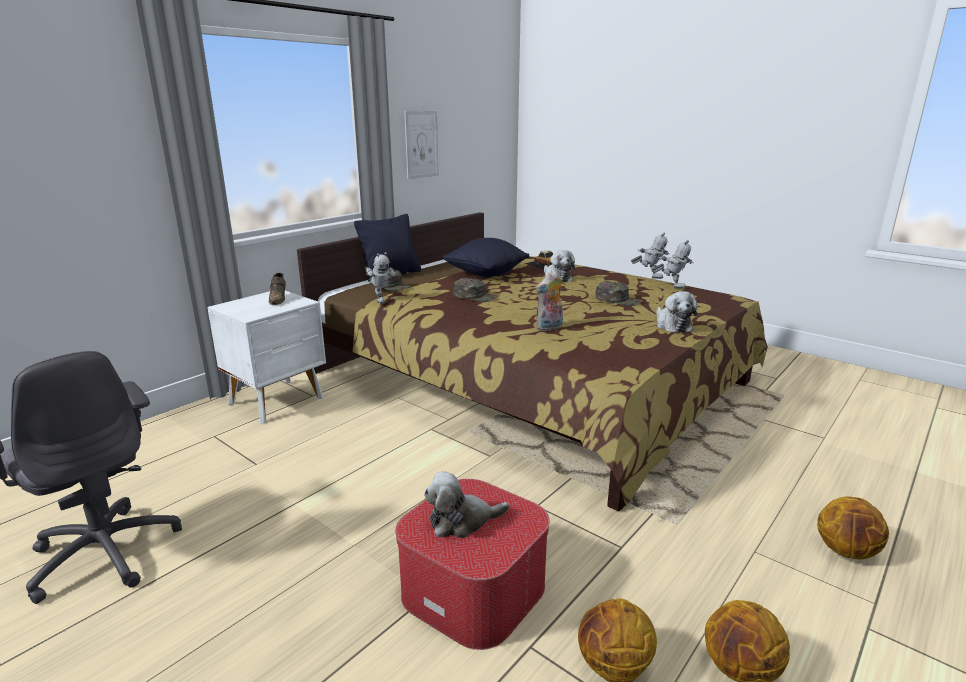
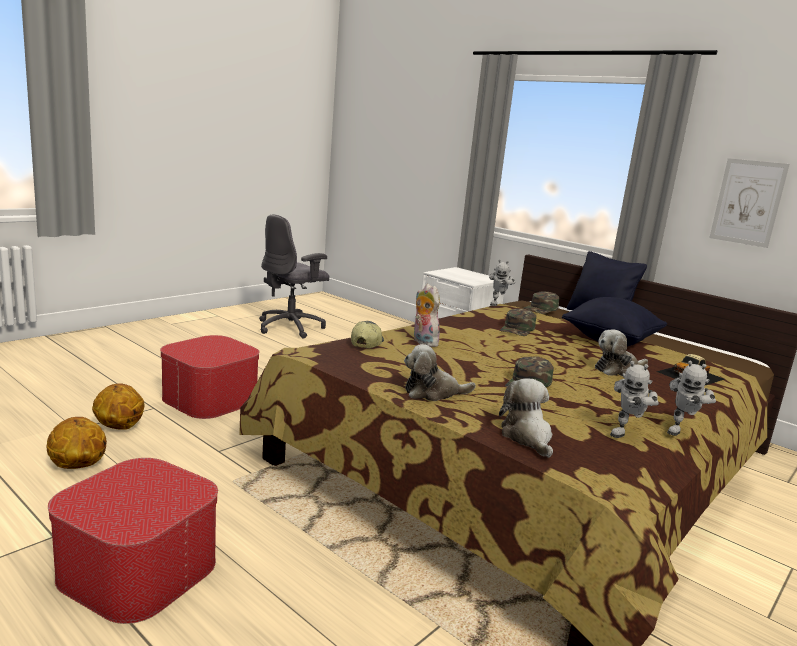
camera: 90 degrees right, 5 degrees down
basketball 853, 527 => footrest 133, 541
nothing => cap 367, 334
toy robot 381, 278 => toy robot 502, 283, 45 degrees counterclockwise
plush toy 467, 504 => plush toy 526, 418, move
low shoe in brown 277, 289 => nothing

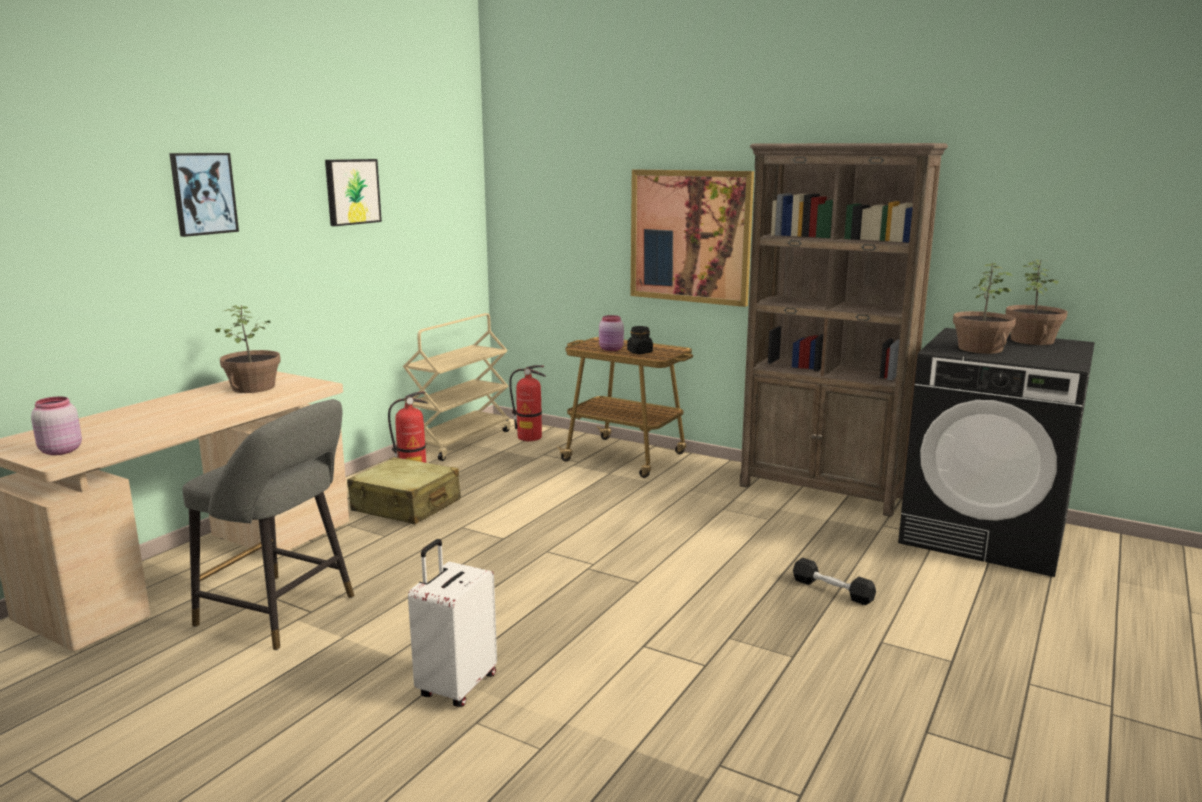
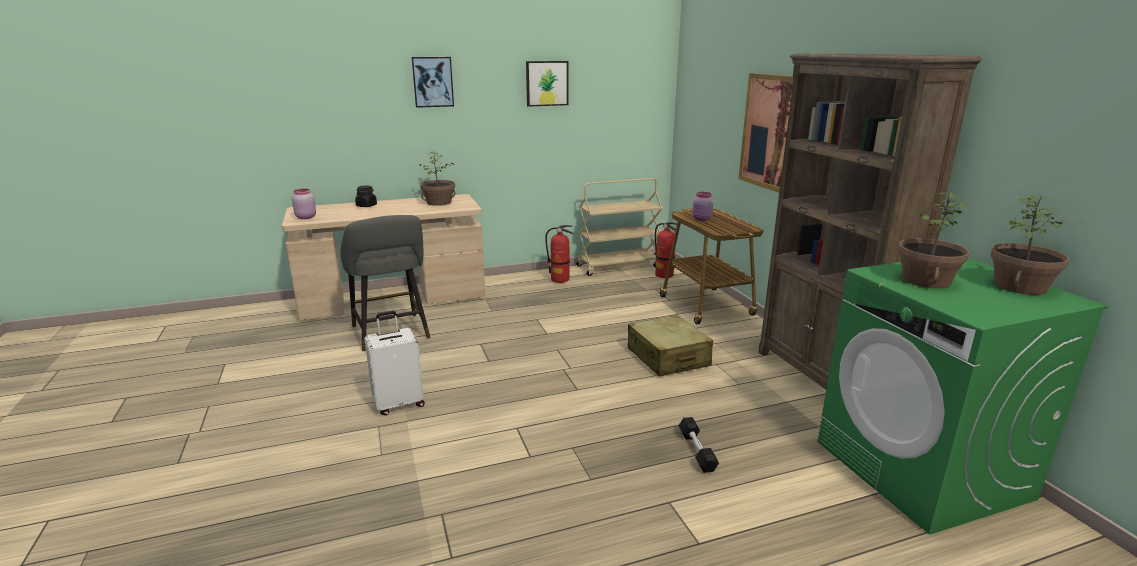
camera: 40 degrees right, 5 degrees up
jar in blackish 640, 340 => jar in blackish 366, 196, move
piece of luggage in beige 404, 490 => piece of luggage in beige 670, 345, move
laundry appliance in blackish 996, 452 => laundry appliance in green 962, 396

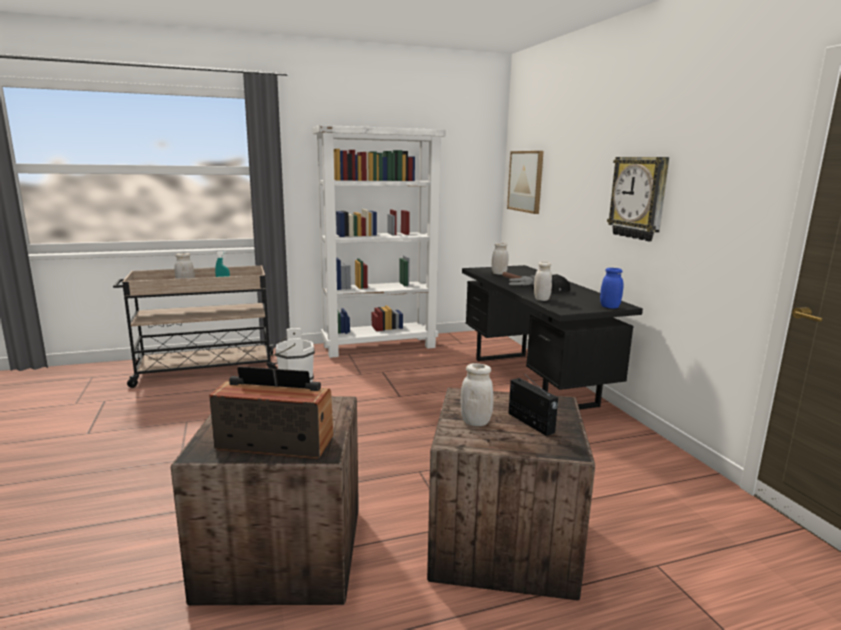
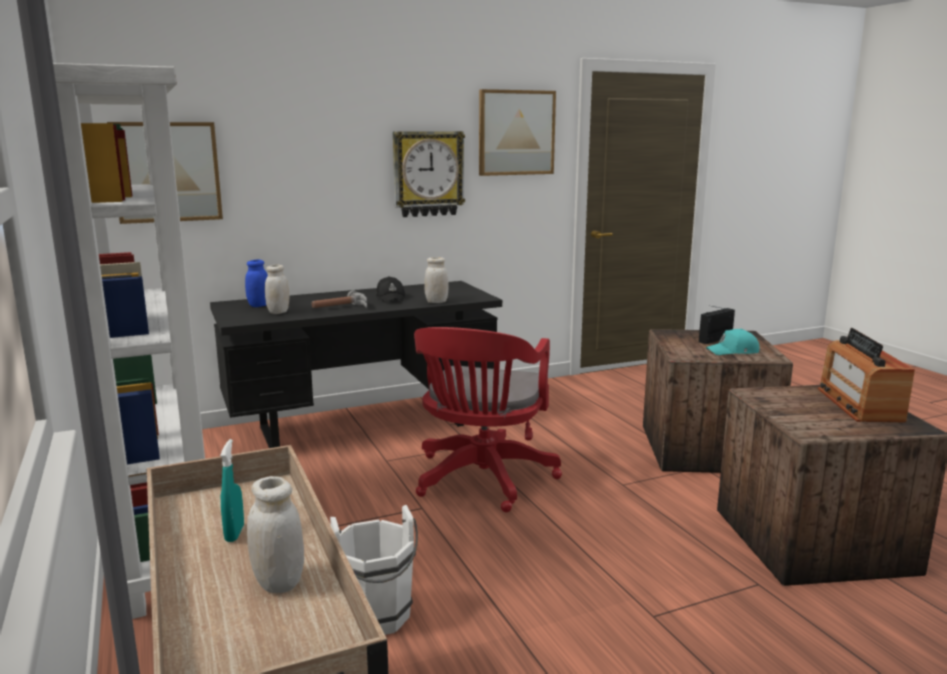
camera: 95 degrees left, 0 degrees up
jar in bluish 612, 288 => jar in bluish 256, 283, move
nothing => office chair in reddish 488, 419
nothing => wall picture 517, 132
jar in white 477, 394 => cap in blue-green 733, 342

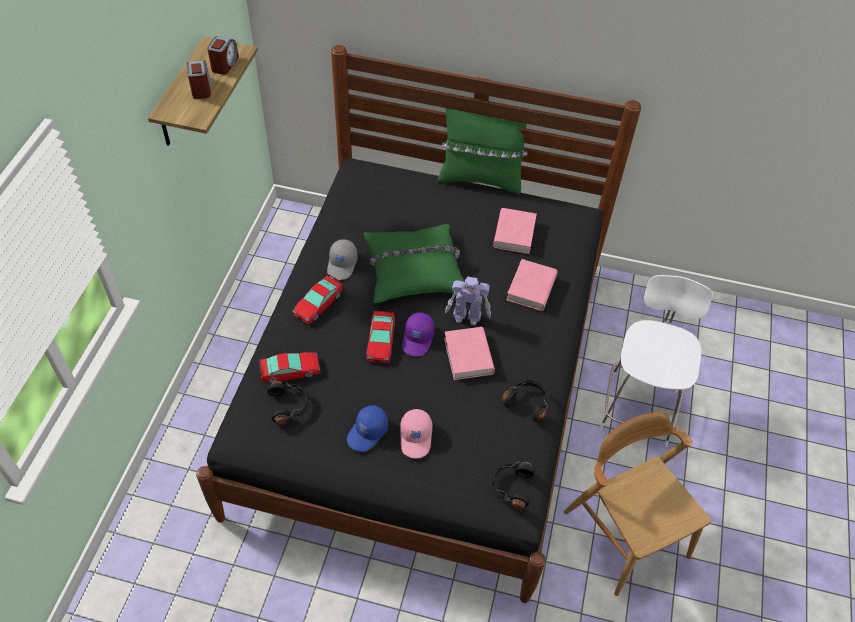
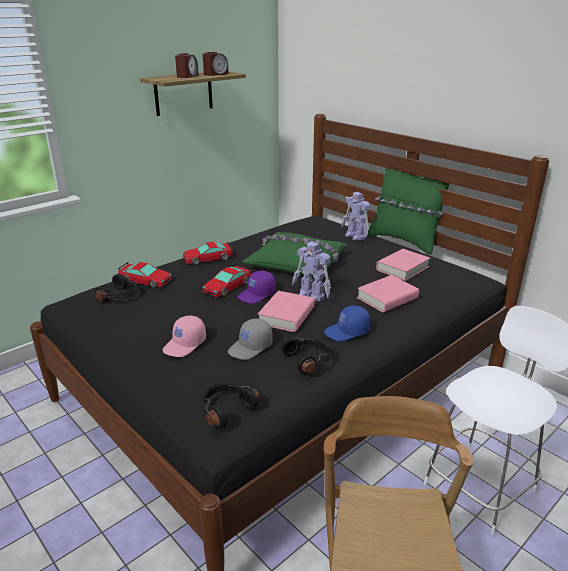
camera: 35 degrees right, 25 degrees down
cap in grey 342, 259 => cap in grey 250, 339, move
cap in bluish 367, 428 => cap in bluish 347, 323, move
nothing => toy robot 355, 216

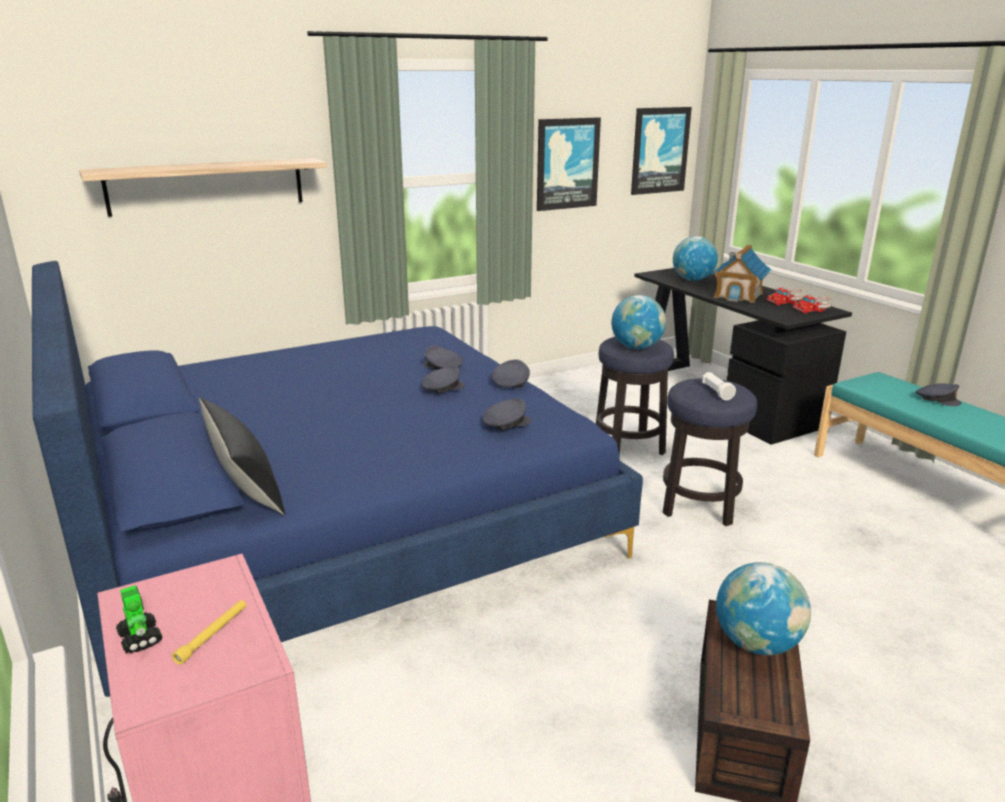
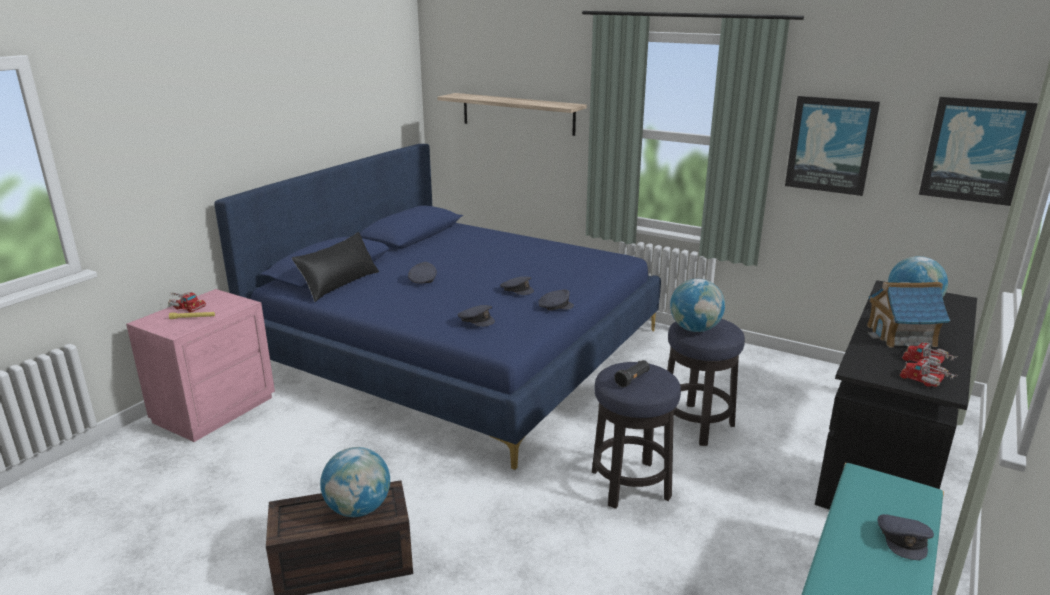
camera: 60 degrees right, 0 degrees up
toy robot 139, 619 => model truck 187, 302
cap in grey 443, 357 => cap in grey 422, 272, move
hand torch in white 719, 386 => hand torch in blackish 632, 374

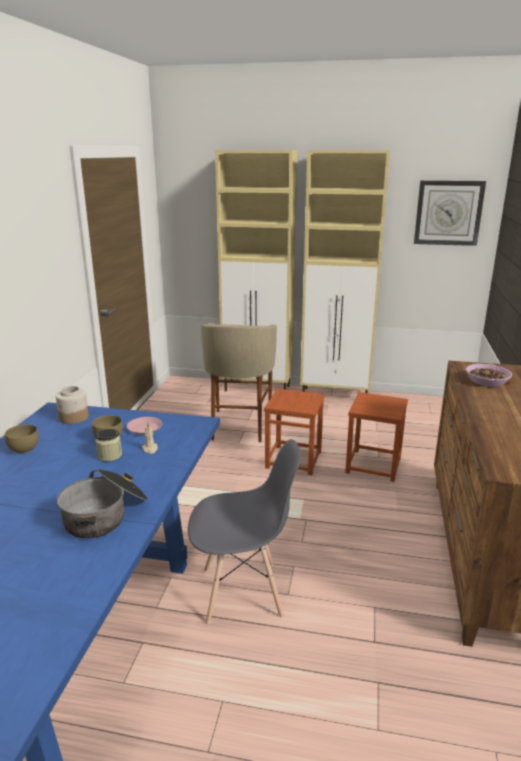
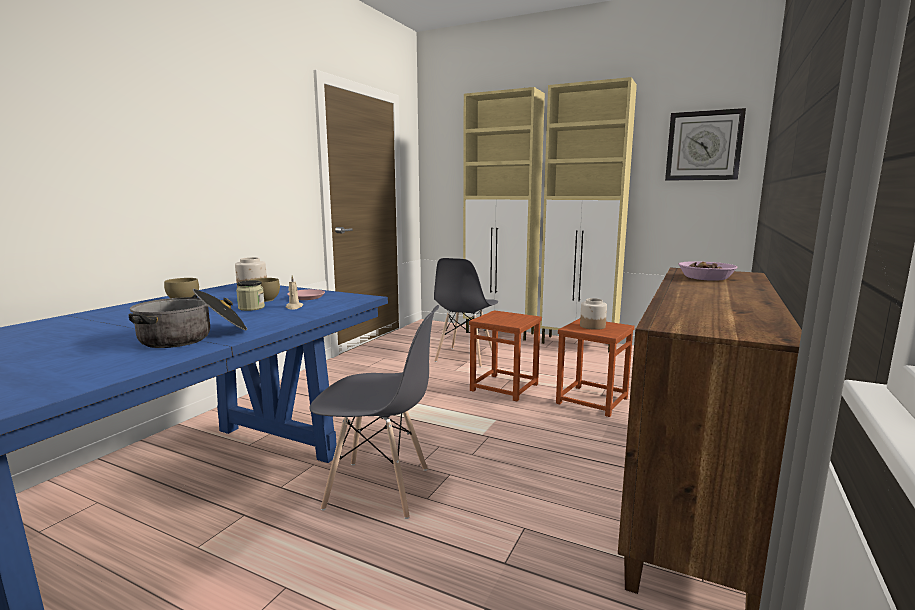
camera: 15 degrees right, 10 degrees down
sitting stool in beige 239, 382 => plain chair in grey 466, 313
nothing => jar 593, 314

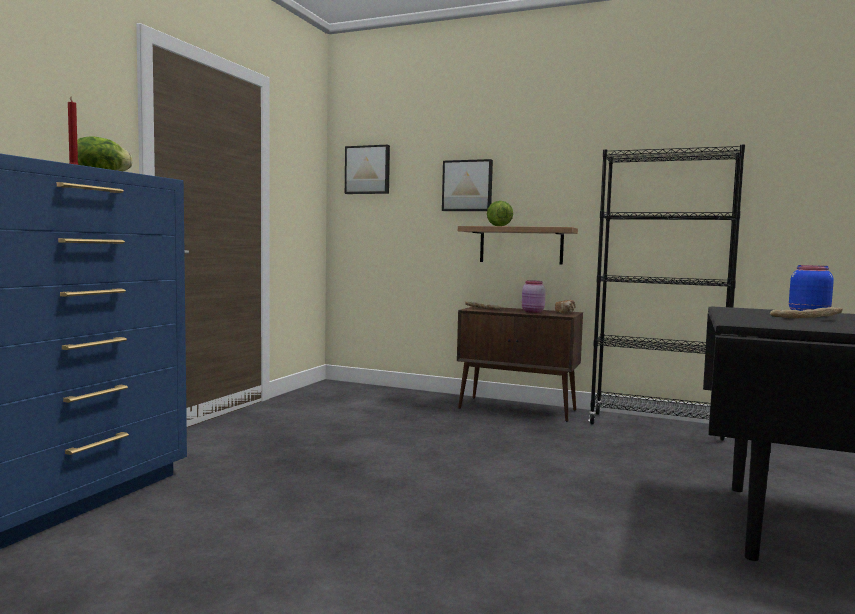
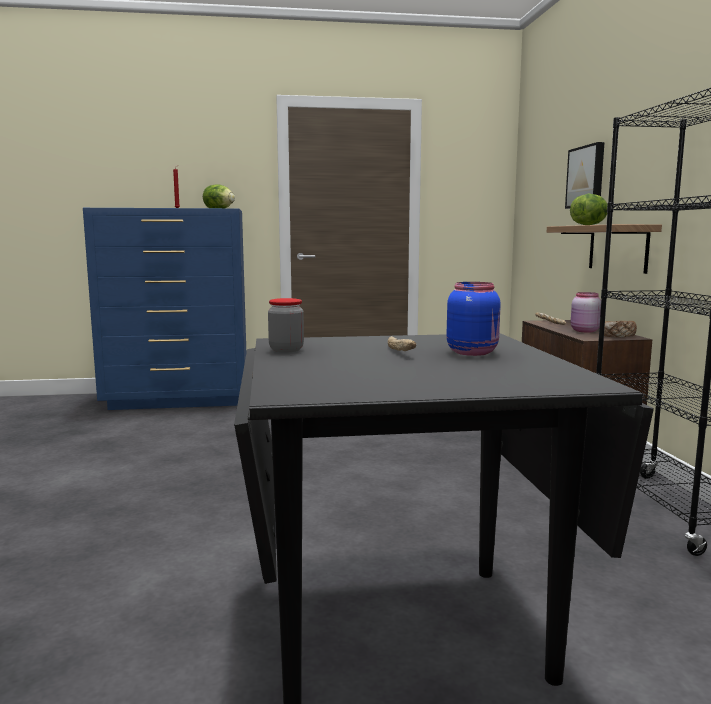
camera: 60 degrees right, 5 degrees up
nothing => jar 286, 325
wall picture 367, 169 => nothing

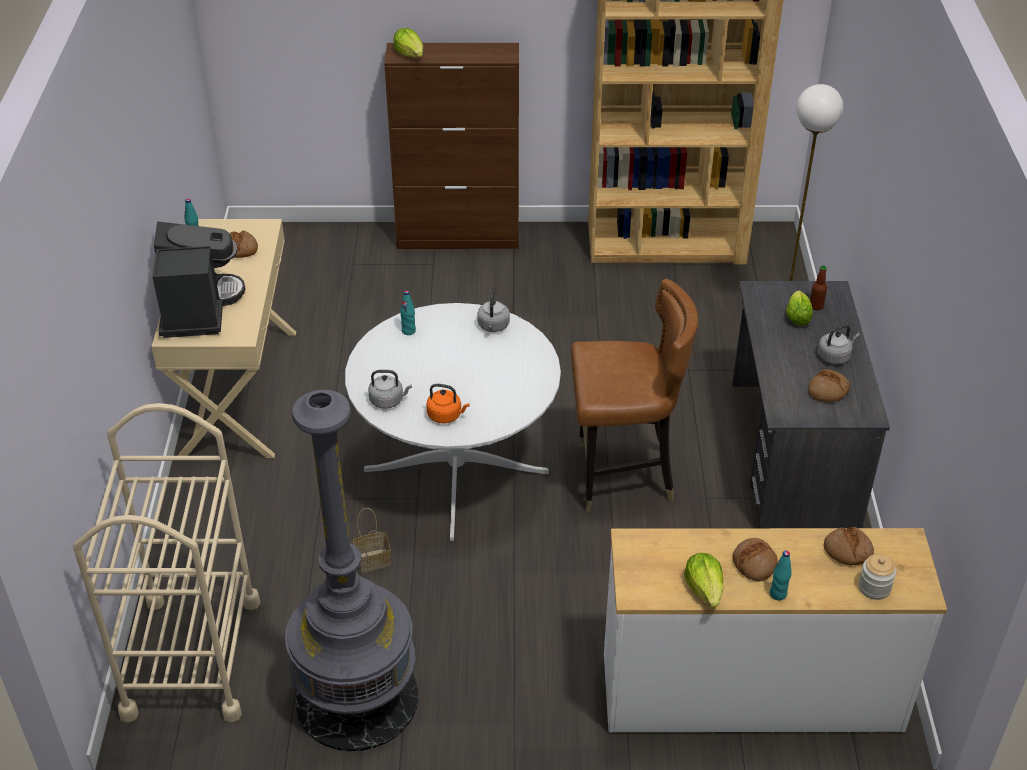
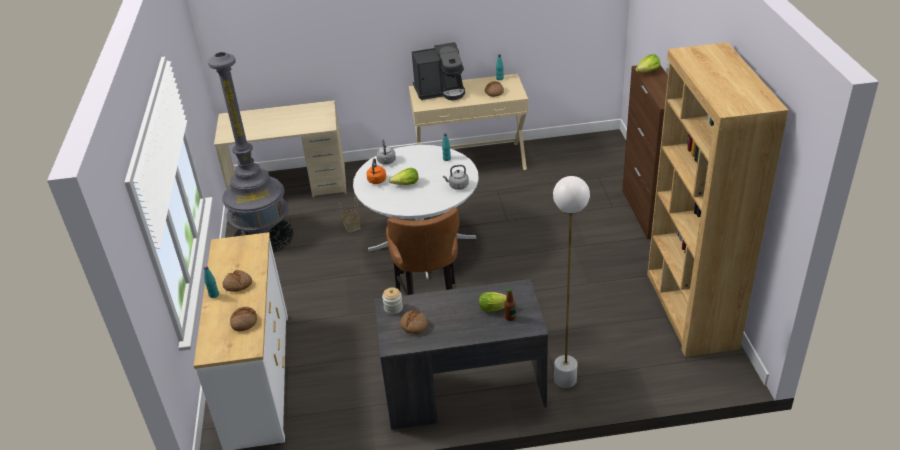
camera: 85 degrees right, 5 degrees down
trolley in beige 167, 562 => desk in beige 280, 149
jar 878, 577 => jar 392, 301, move
head of lettuce 704, 580 => head of lettuce 404, 176, move
kettle in grey 838, 344 => nothing

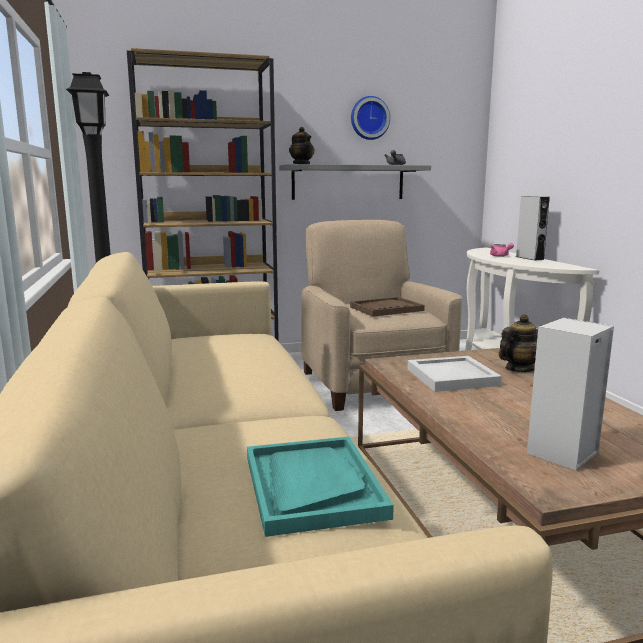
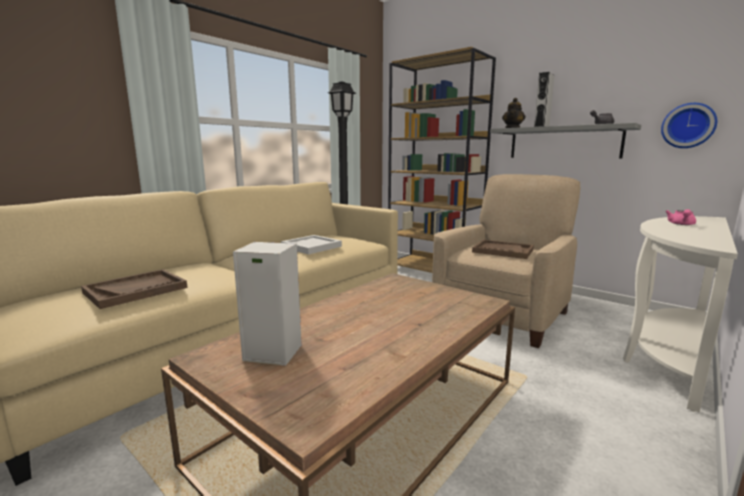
camera: 55 degrees right, 0 degrees up
tray in blue-green 320, 487 => tray in brown 134, 289
tray in white 454, 374 => tray in white 311, 245, move
speaker in grey 533, 228 => speaker in grey 544, 99, move
clock on the wall 370, 118 => clock on the wall 689, 125, move
pot for tea 520, 343 => nothing

